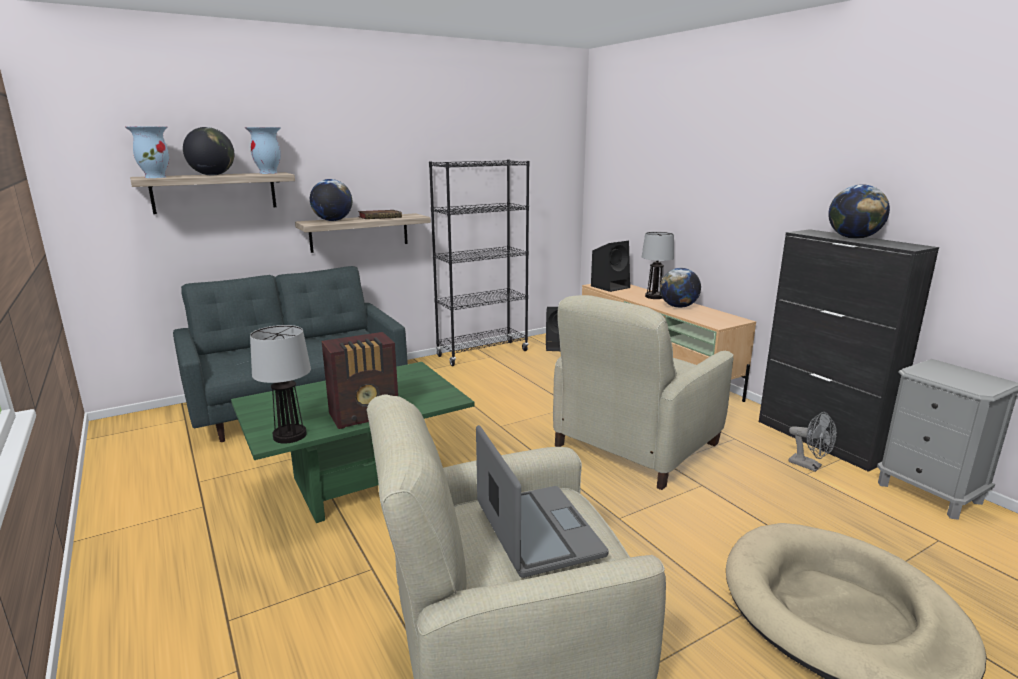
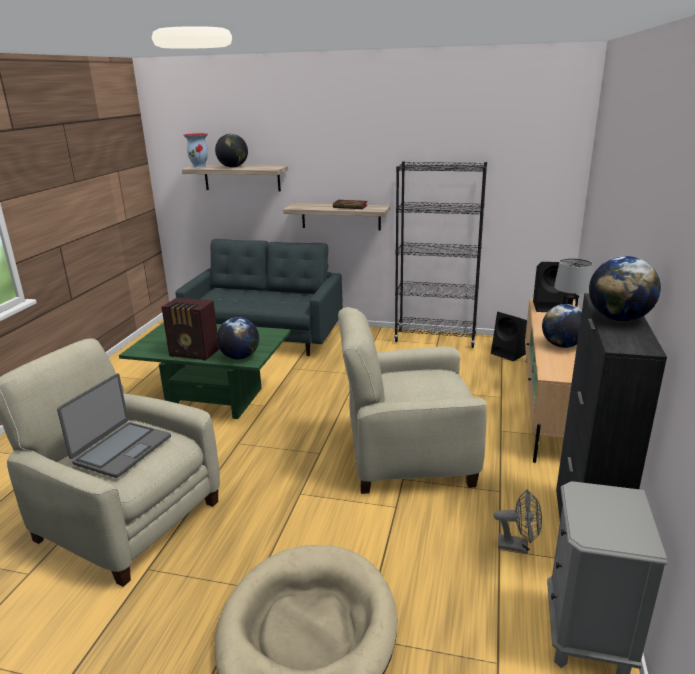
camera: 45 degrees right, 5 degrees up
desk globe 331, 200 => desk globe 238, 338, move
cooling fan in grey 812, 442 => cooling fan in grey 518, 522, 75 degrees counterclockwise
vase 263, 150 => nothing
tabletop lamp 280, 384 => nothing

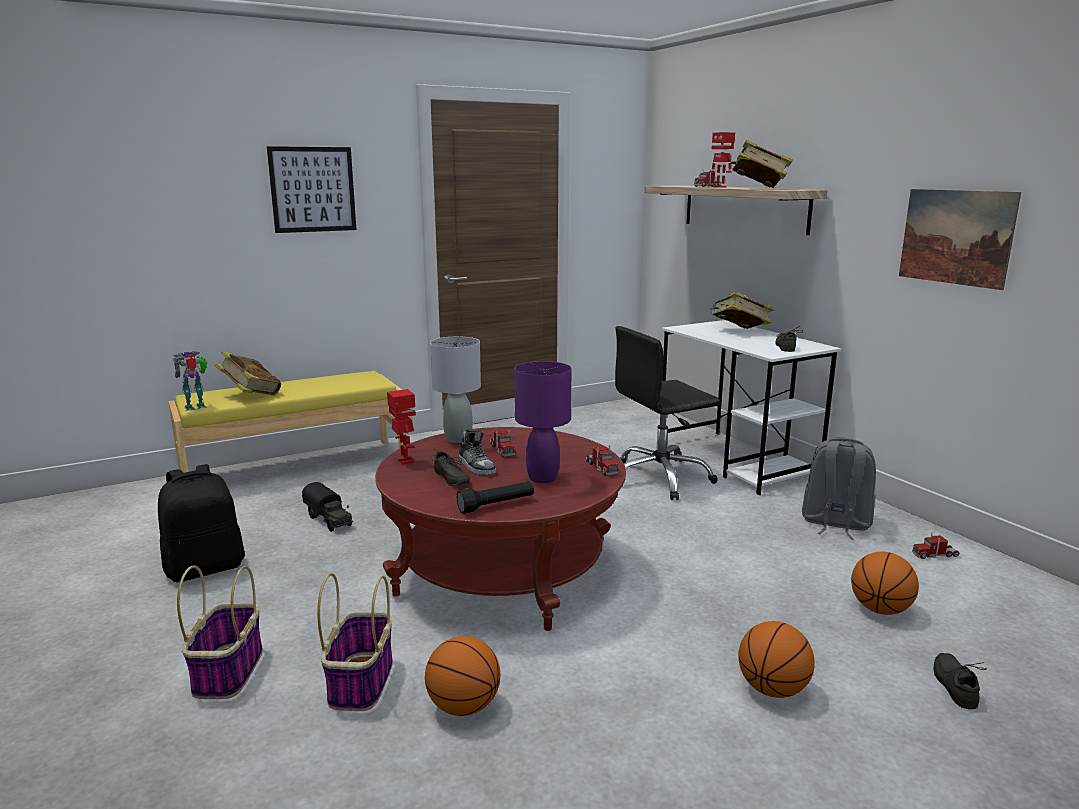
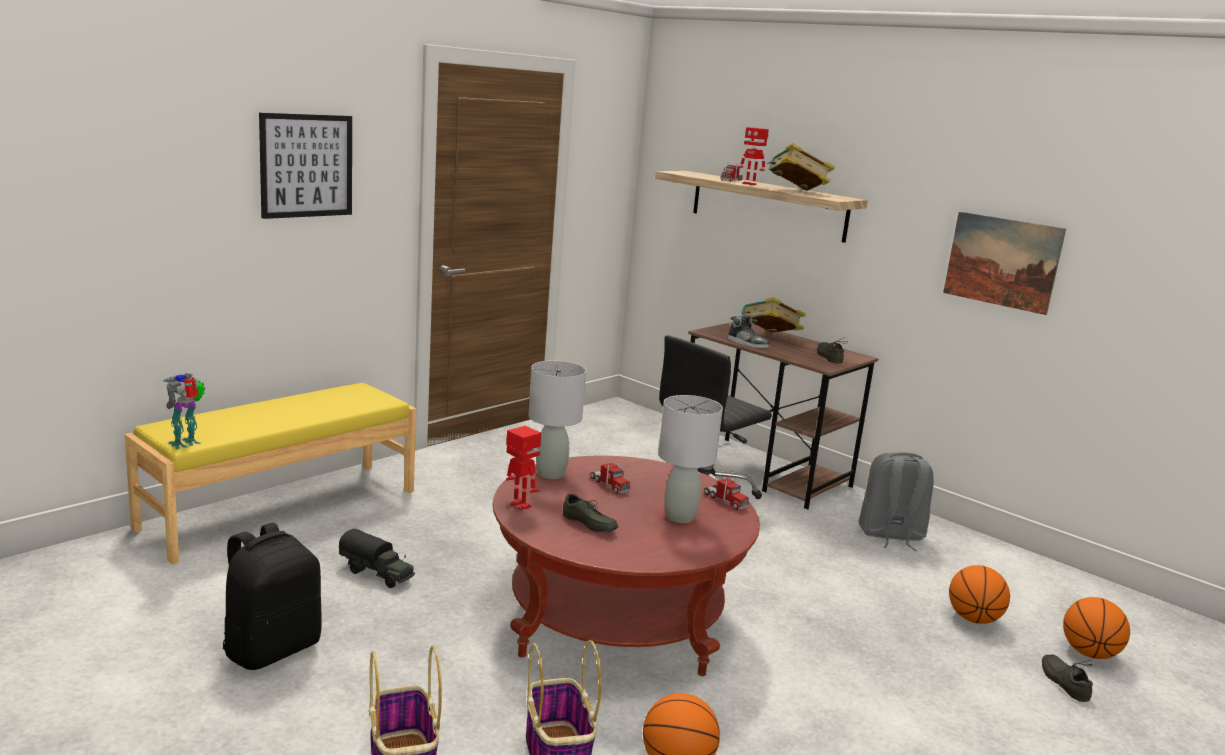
camera: 20 degrees left, 0 degrees up
tabletop lamp in purplish 543, 422 => tabletop lamp in grey 690, 459
desk in white 751, 407 => desk in brown 783, 416
low shoe 477, 452 => low shoe 749, 332, move
basketball 776, 659 => basketball 1096, 628, move
book 248, 373 => nothing
hand torch in blackish 495, 497 => nothing
model truck 935, 545 => nothing

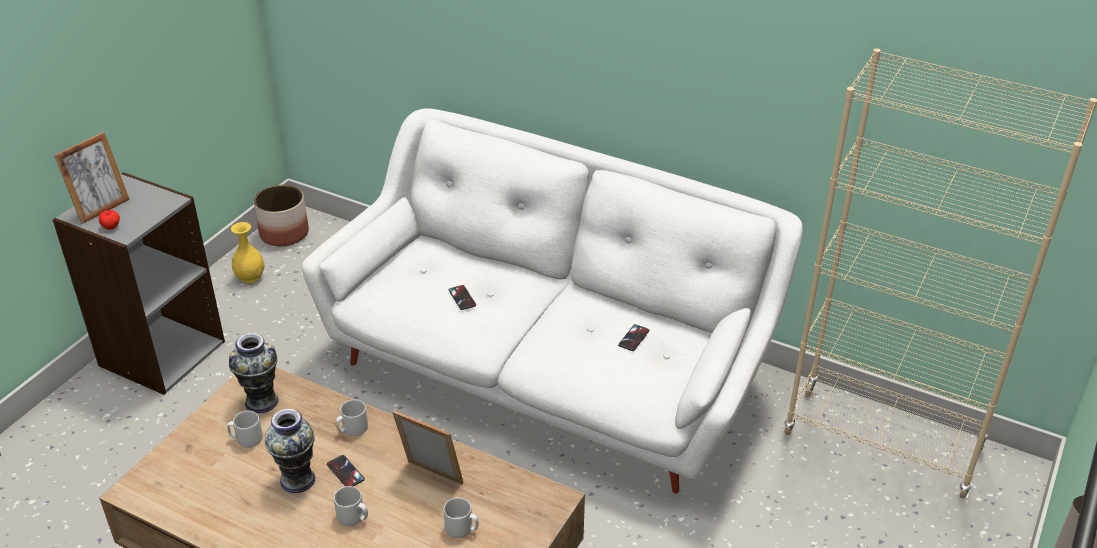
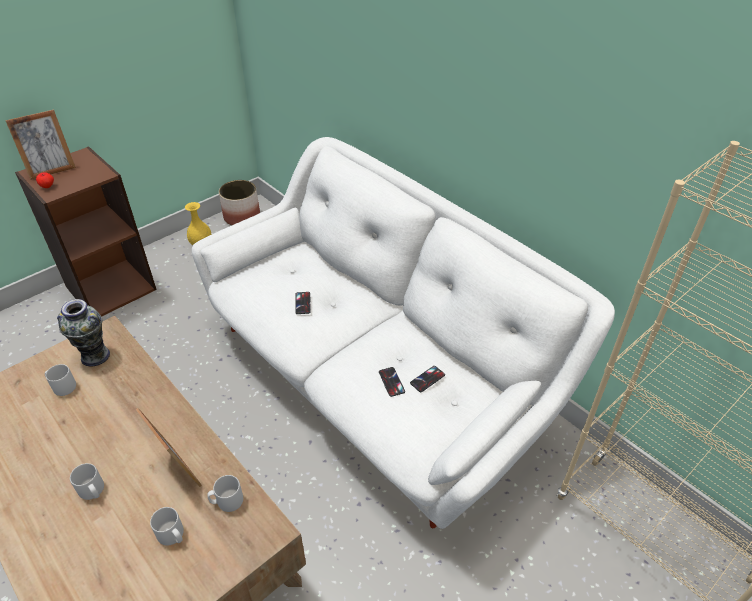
camera: 20 degrees right, 5 degrees up
bookshelf in grey 138, 283 => bookshelf in brown 86, 231
mug in grey 352, 418 => mug in grey 225, 493, move
telephone 346, 470 => telephone 392, 382, move
vase 290, 451 => nothing

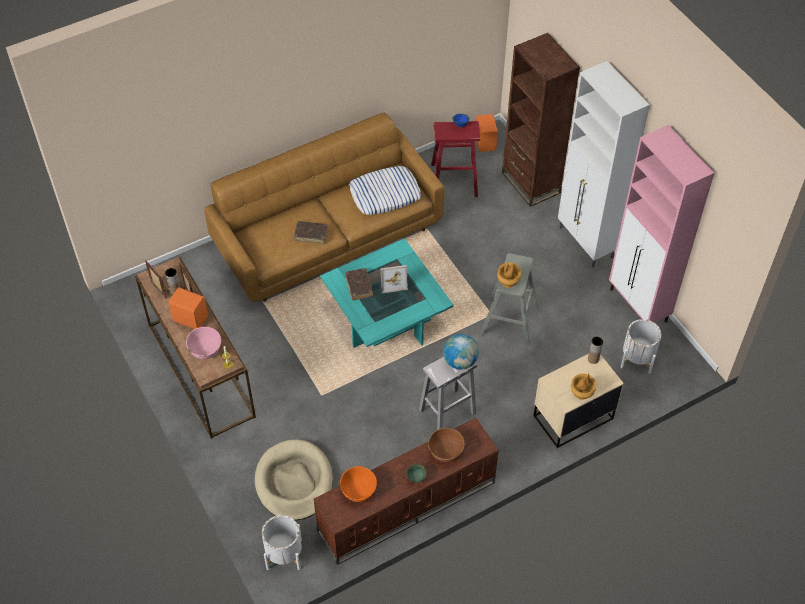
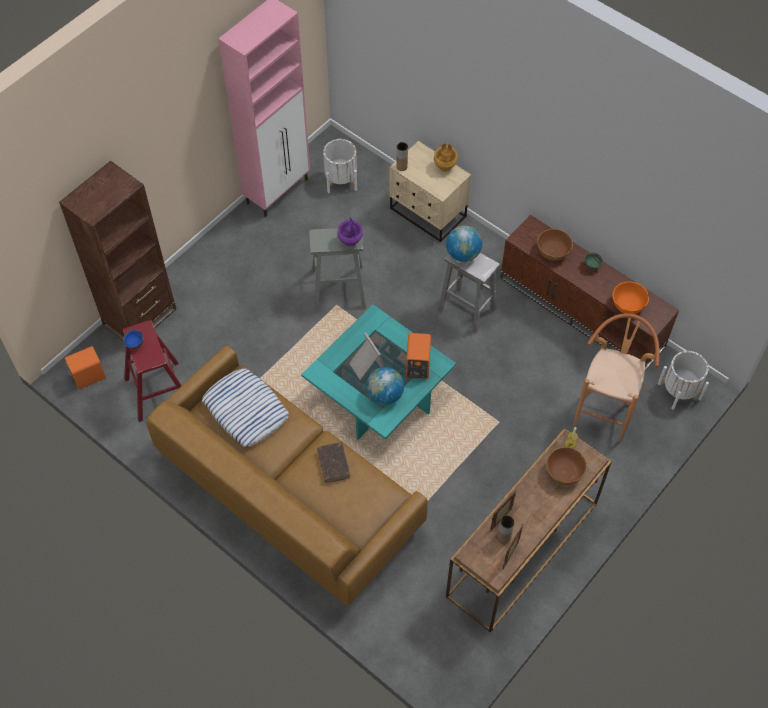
camera: 110 degrees left, 5 degrees up
vase in brown 509, 275 => vase in purplish 350, 232
book in brown 359, 284 => desk globe 385, 386
speaker in orange-coloured 188, 308 => speaker in orange-coloured 418, 356, move
deep dish in pink 203, 343 => deep dish in brown 566, 466
dog bed in beige 294, 480 => sitting stool in brown 616, 377
cabinet in white 604, 164 => nothing

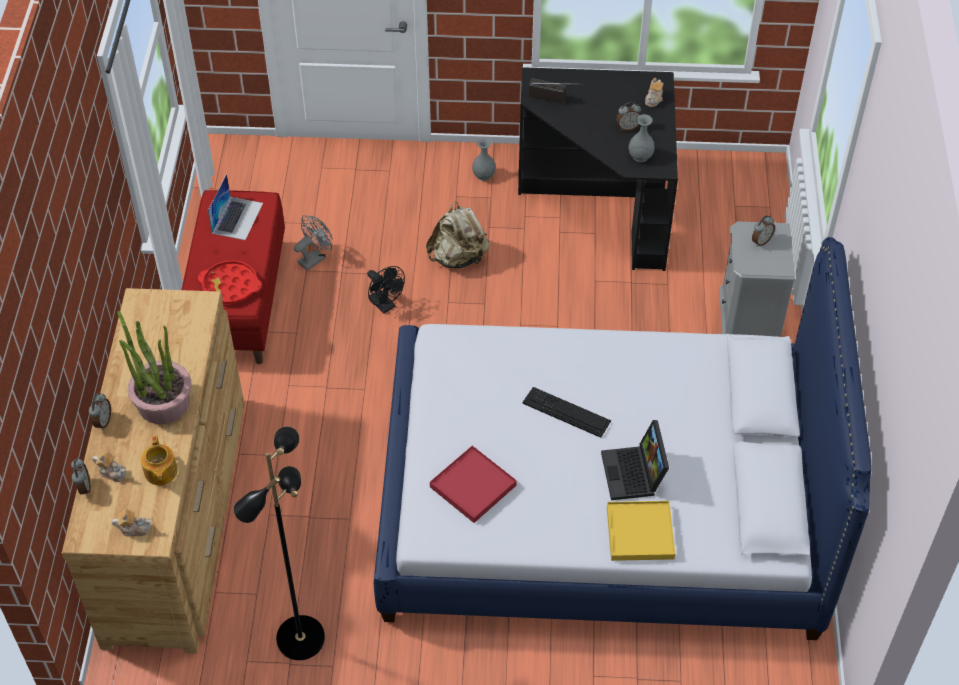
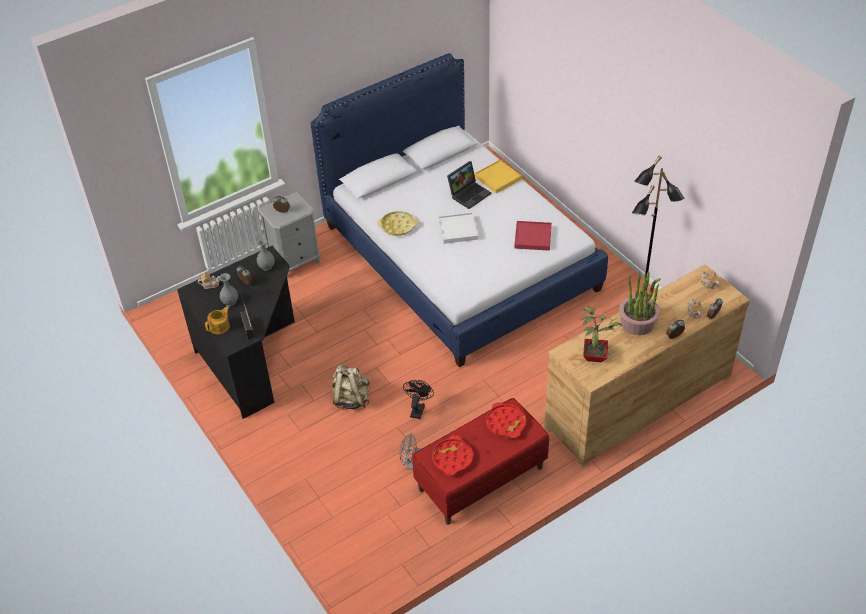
camera: 125 degrees left, 5 degrees down
pot for tea 159, 460 => pot for tea 217, 320, move
vase in grey 484, 159 => vase in grey 228, 289, move
nothing => tray in yellowish 397, 223
portable computer 235, 207 => tray in reddish 452, 455
keyboard 566, 412 => tray in white 458, 228
nothing => potted plant 601, 334

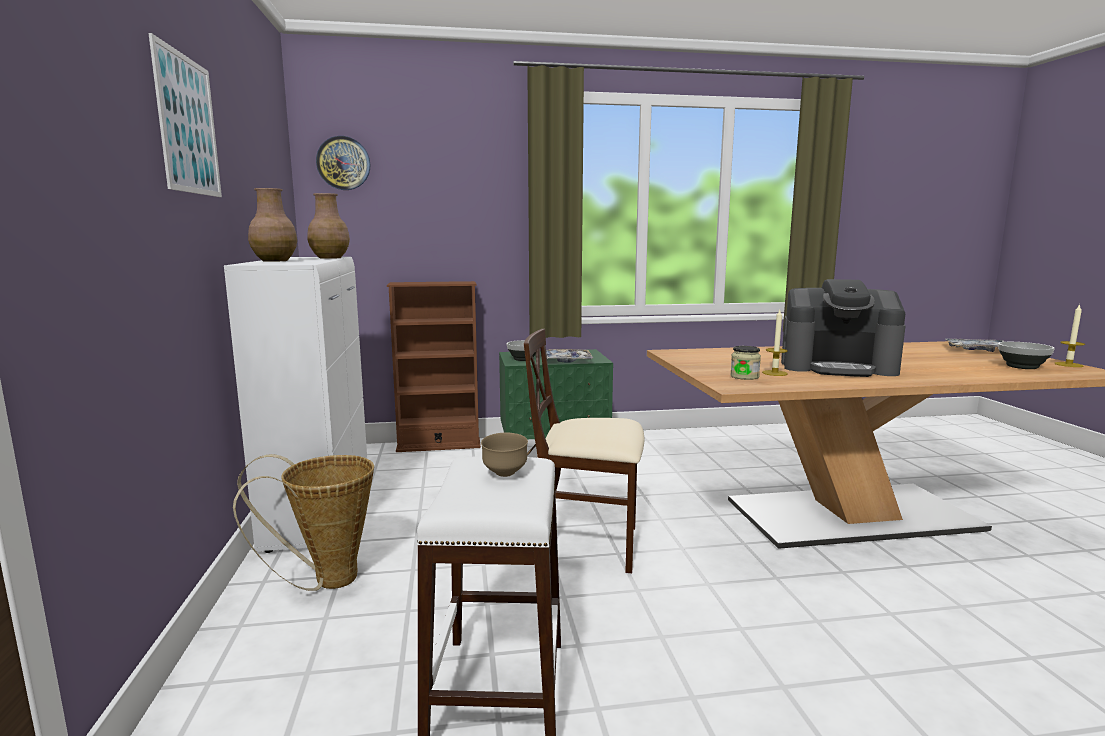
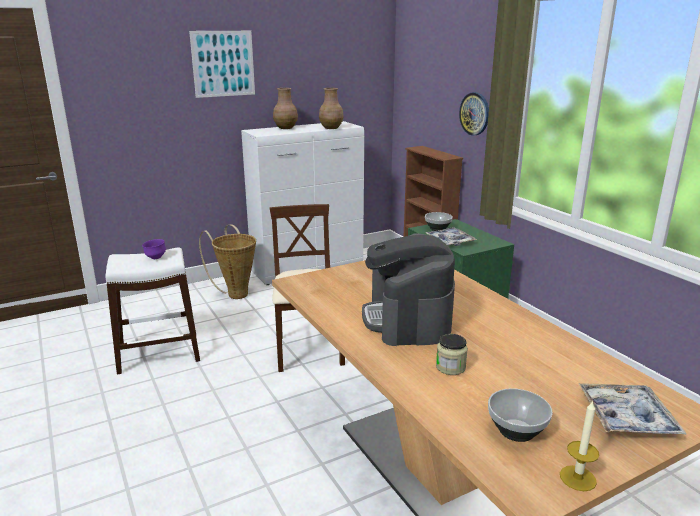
camera: 70 degrees right, 10 degrees up
deep dish in brown 504, 455 => deep dish in purplish 154, 249
jar 745, 363 => jar 452, 354, move
clock on the wall 343, 163 => clock on the wall 474, 114, move
wax light 775, 343 => nothing

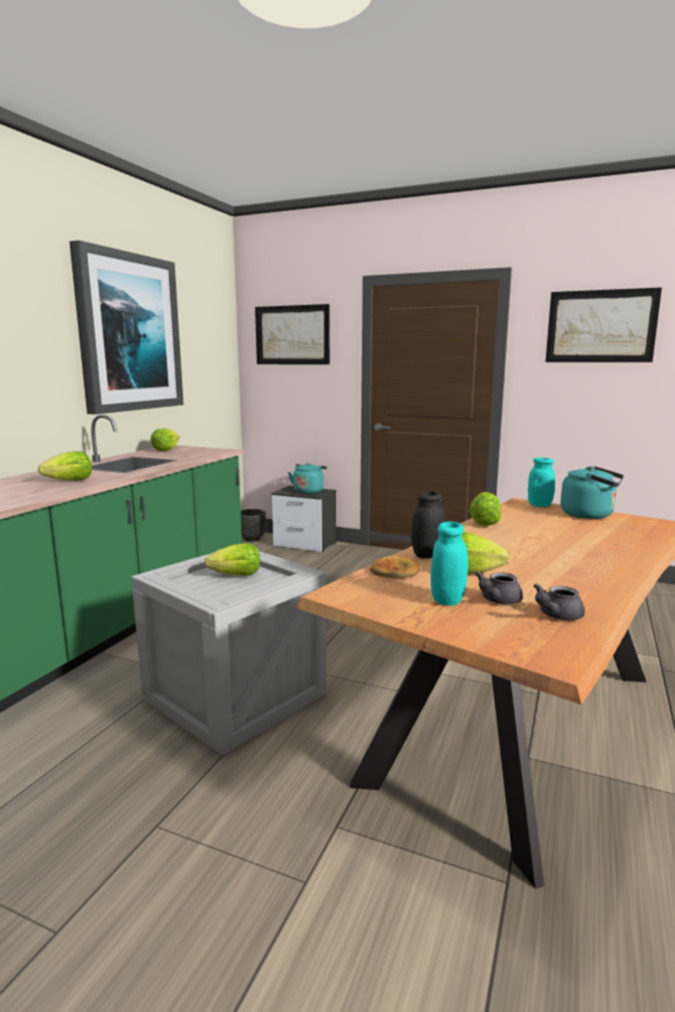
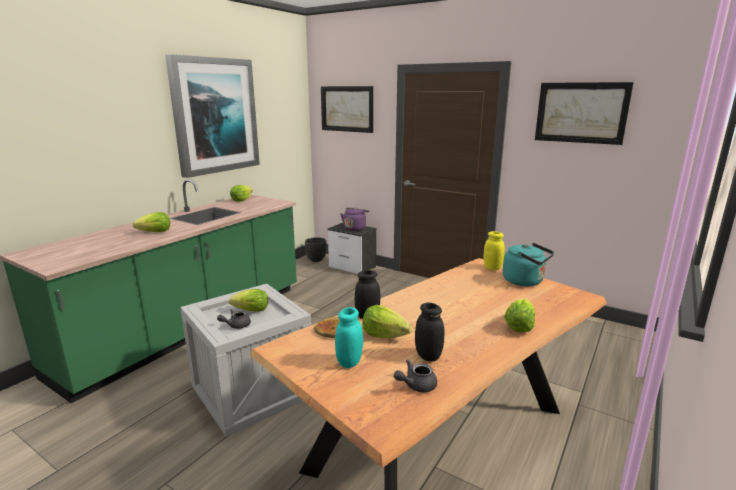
camera: 10 degrees right, 5 degrees up
pot for tea in grey 499, 587 => pot for tea in grey 234, 319, move
kettle in blue-green 307, 478 => kettle in purplish 355, 219
nothing => jar in blackish 430, 332
jar in blue-green 541, 482 => jar in yellowish 494, 250
head of lettuce 485, 509 => head of lettuce 519, 315, move

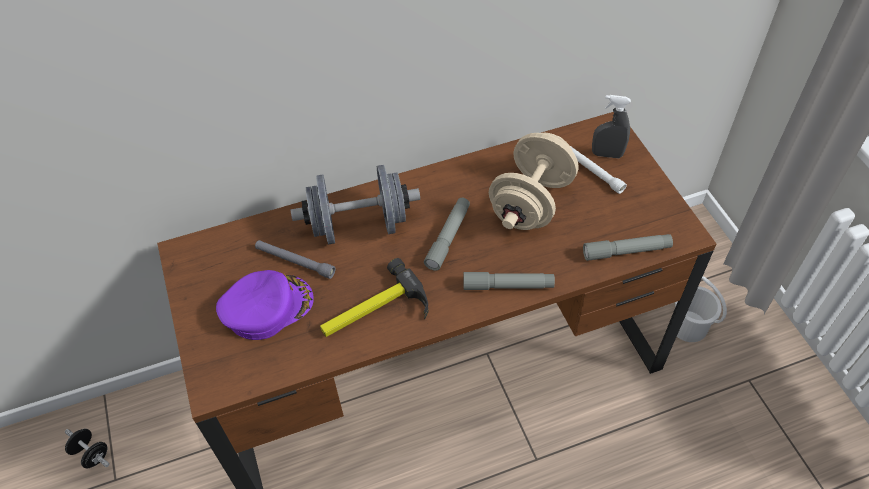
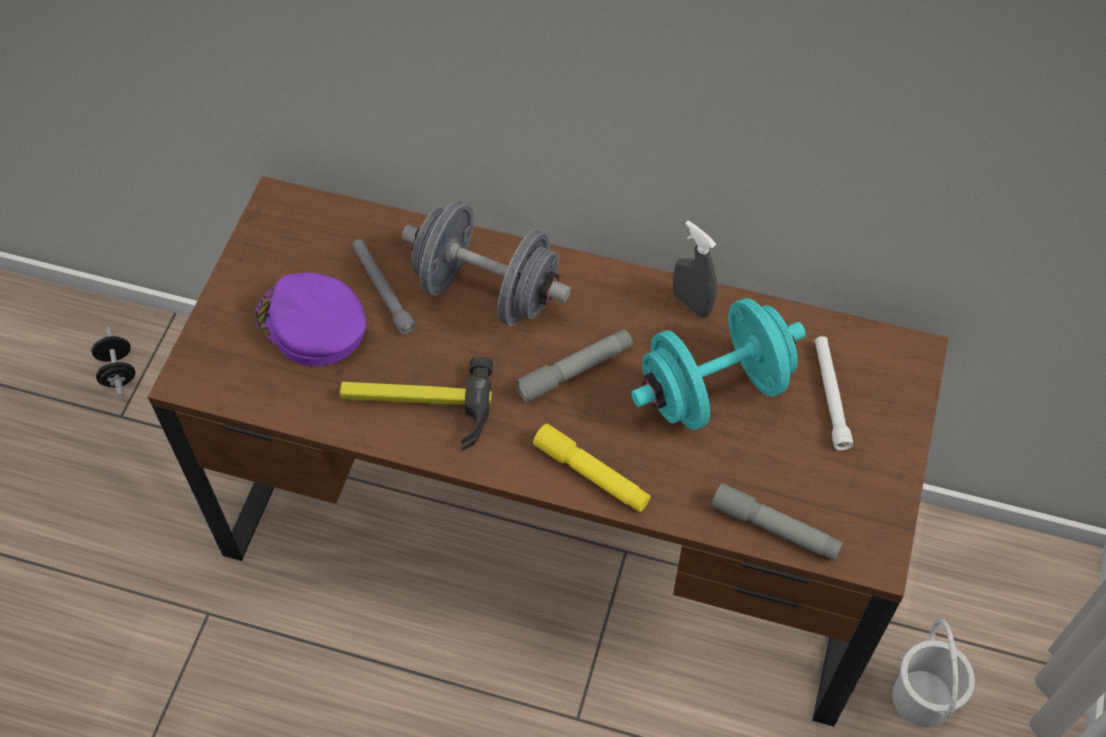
camera: 35 degrees right, 5 degrees up
cap in purplish 265, 305 => cap in purplish 310, 319, 150 degrees counterclockwise
hand torch in grey 509, 281 => hand torch in yellowish 591, 468
free weight in beige 534, 181 => free weight in blue-green 718, 364
sprayer in grey 611, 126 => sprayer in grey 695, 269, move

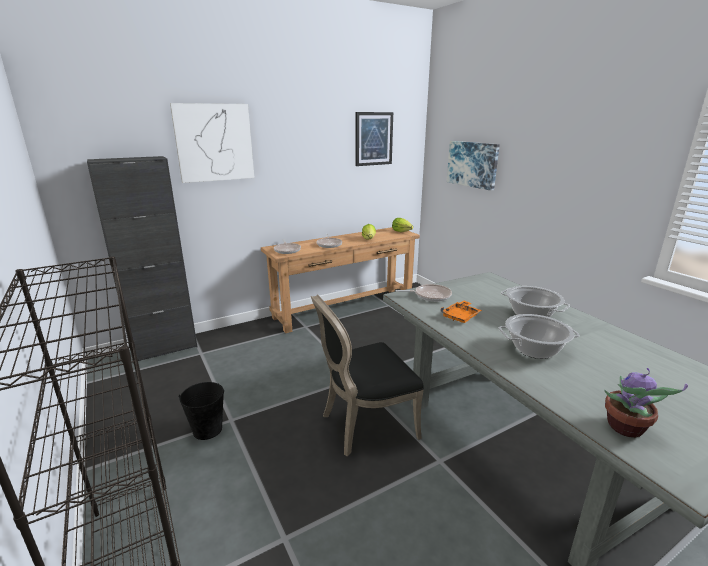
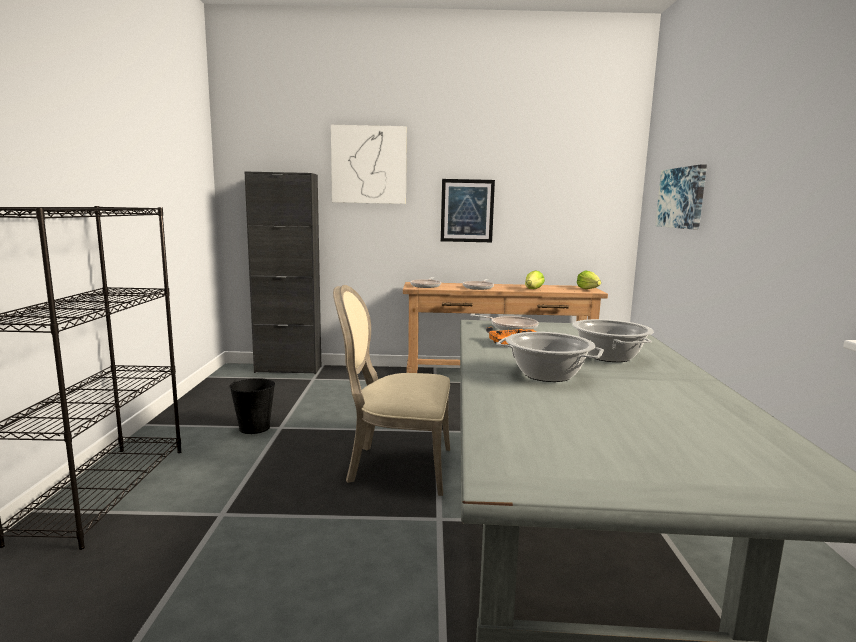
camera: 30 degrees right, 10 degrees down
plain chair in blackish 367, 375 => plain chair in beige 391, 390
wall picture 374, 139 => wall picture 468, 210, move
potted plant 646, 403 => nothing

